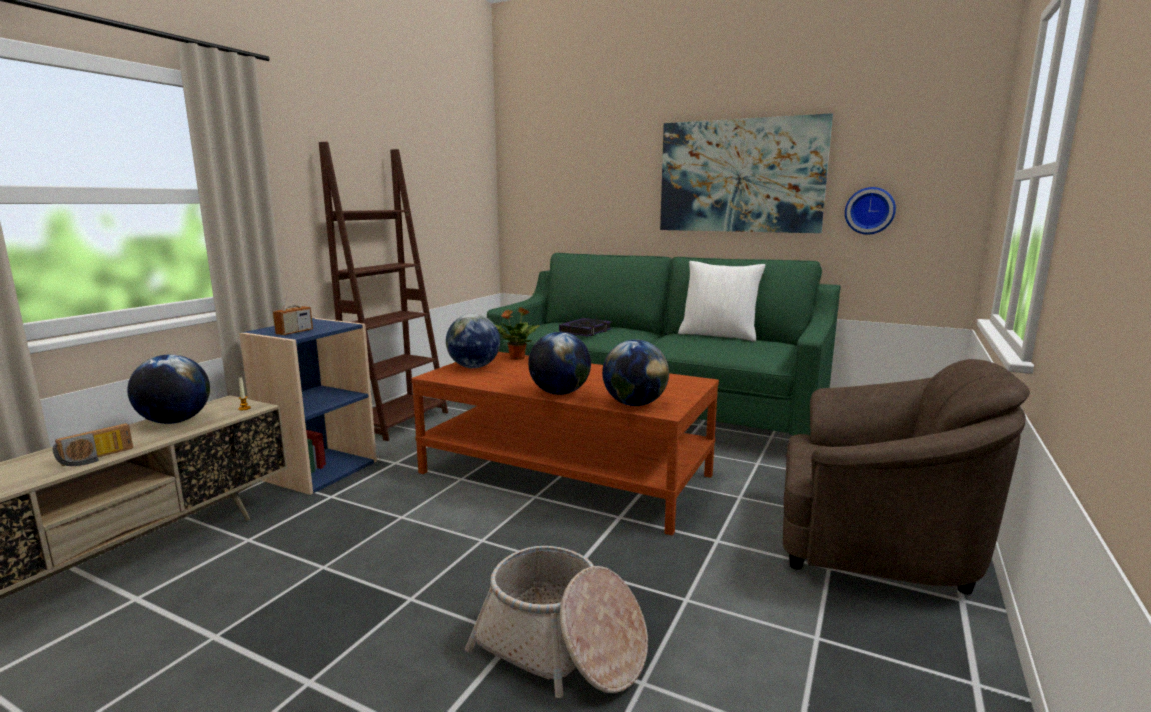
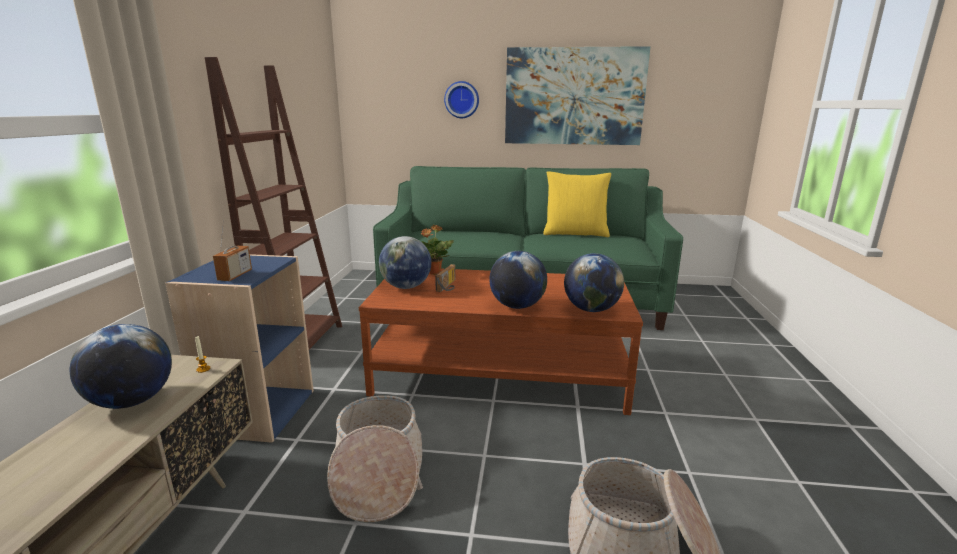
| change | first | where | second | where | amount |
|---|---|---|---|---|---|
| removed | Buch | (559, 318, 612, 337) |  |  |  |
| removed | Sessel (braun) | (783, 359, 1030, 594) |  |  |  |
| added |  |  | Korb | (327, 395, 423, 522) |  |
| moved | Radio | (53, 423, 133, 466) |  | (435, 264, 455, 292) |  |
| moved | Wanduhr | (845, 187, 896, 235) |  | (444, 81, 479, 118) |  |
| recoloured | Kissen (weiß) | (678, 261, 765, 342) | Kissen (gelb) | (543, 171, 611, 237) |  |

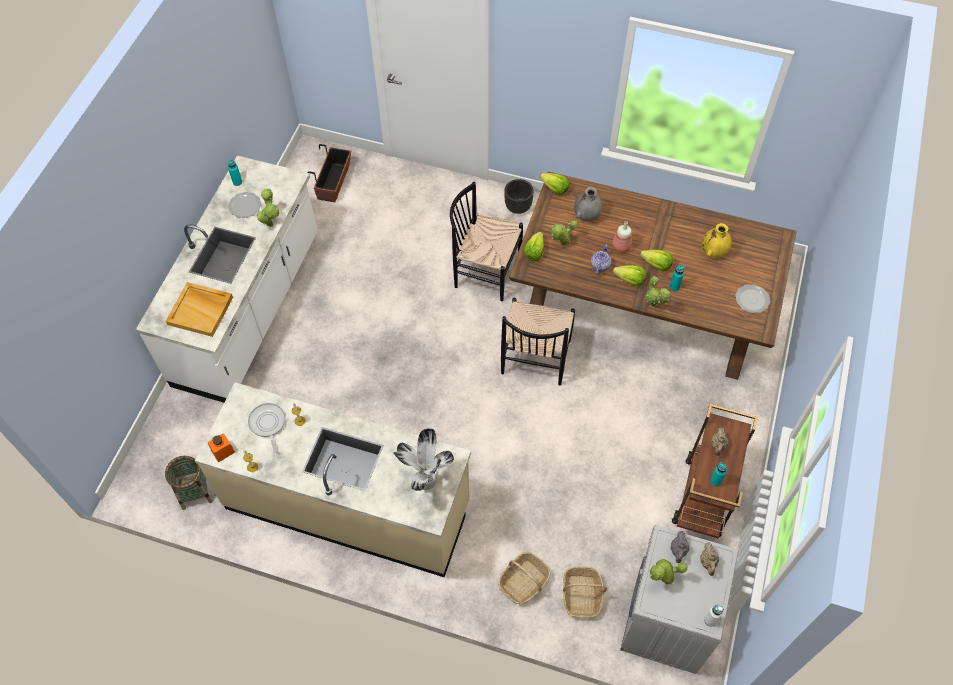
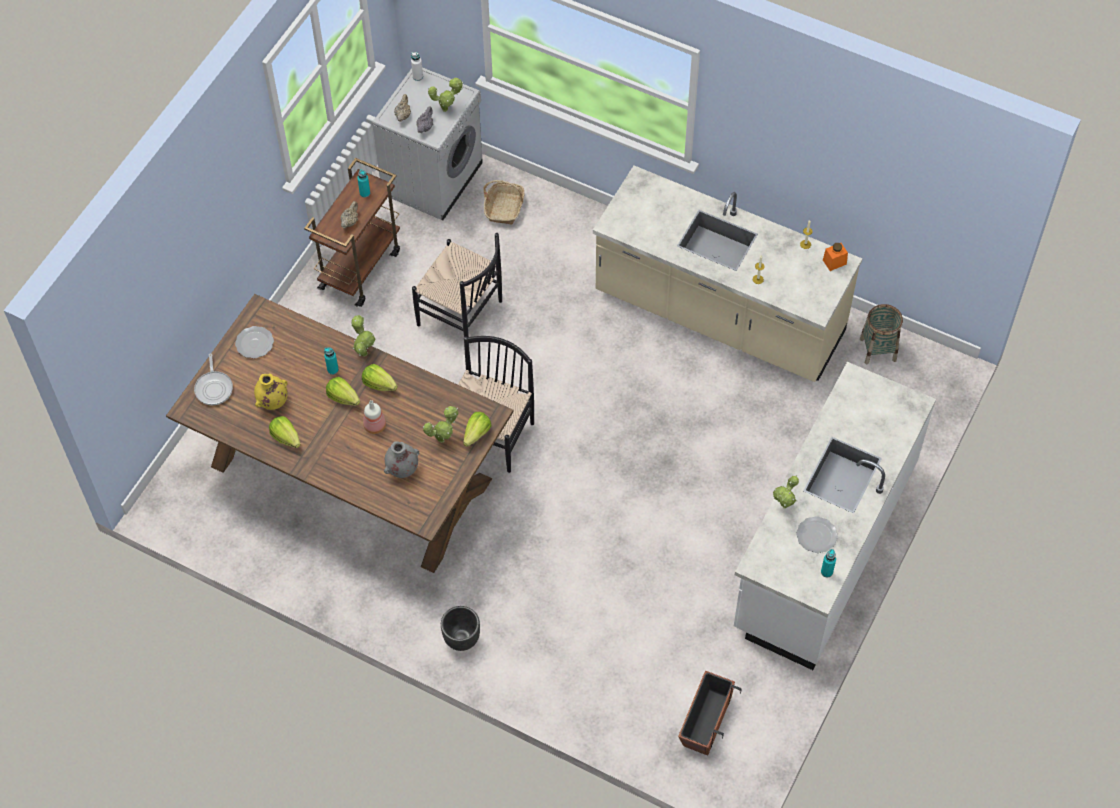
| change | first | where | second | where | amount |
|---|---|---|---|---|---|
| removed | Tablett (beige) | (166, 282, 233, 337) |  |  |  |
| removed | Topfpflanze | (393, 428, 454, 491) |  |  |  |
| removed | Korb | (498, 552, 551, 604) |  |  |  |
| removed | Teekanne | (591, 244, 612, 275) |  |  |  |
| moved | Pfanne | (248, 403, 285, 453) |  | (194, 353, 233, 405) |  |
| moved | Stuhl (schwarz) | (450, 182, 523, 302) |  | (412, 233, 502, 337) |  |
| moved | Salatkopf | (540, 173, 569, 195) |  | (269, 416, 300, 448) |  |

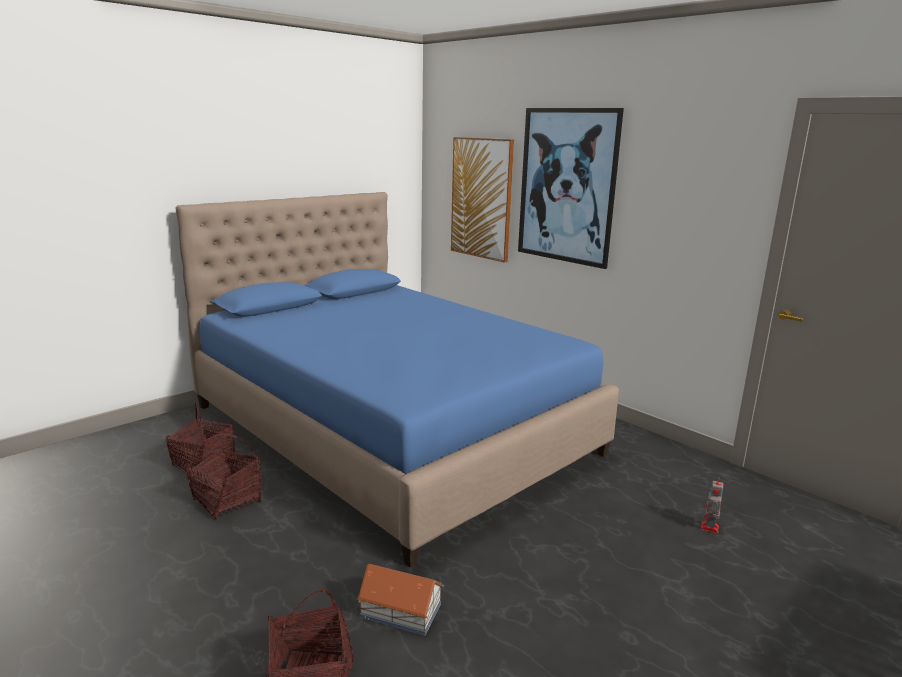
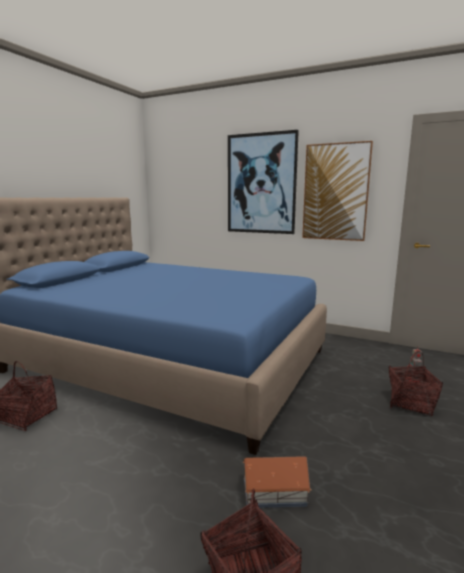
| change | first | where | second | where | amount |
|---|---|---|---|---|---|
| moved | Korb | (186, 434, 262, 519) |  | (388, 351, 443, 416) |  |
| moved | Bild | (451, 137, 514, 263) |  | (302, 141, 373, 241) |  |

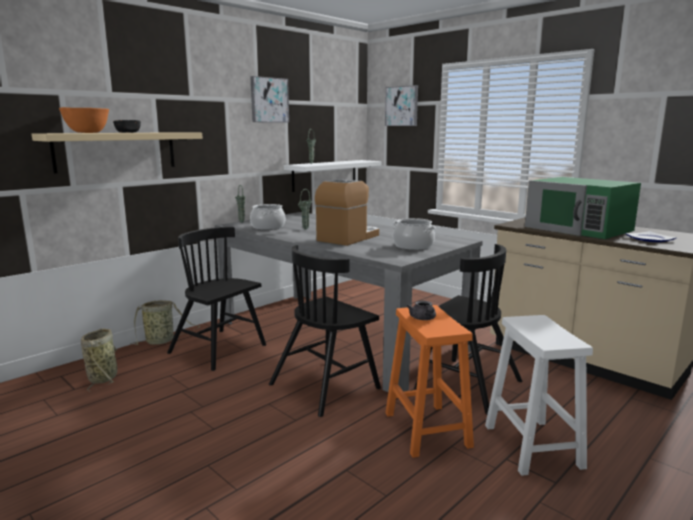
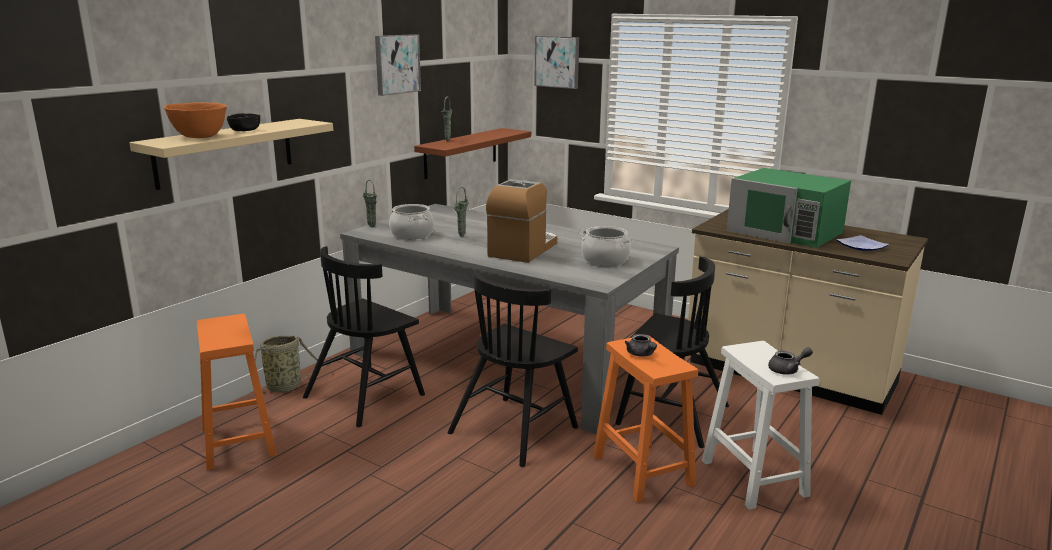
| change | first | where | second | where | amount |
|---|---|---|---|---|---|
| added |  |  | Teekanne (grau) | (768, 347, 813, 375) |  |
| replaced | Korb | (81, 328, 117, 392) | Hocker (orange) | (197, 314, 277, 470) |  |
| recoloured | Wandregal (weiß) | (284, 160, 382, 192) | Wandregal (braun) | (414, 128, 531, 179) |  |
| turned | Stuhl (schwarz) | (167, 227, 266, 371) |  | (303, 246, 425, 427) | 75 degrees counterclockwise |

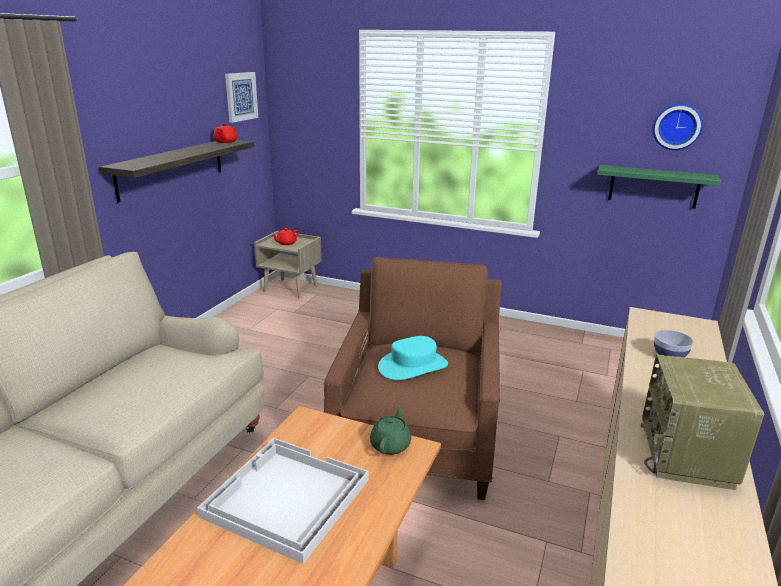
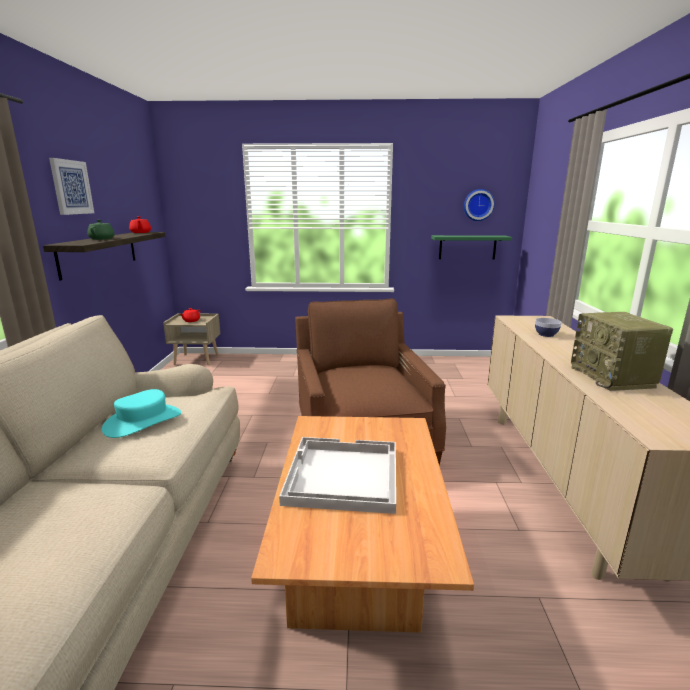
| change | first | where | second | where | amount |
|---|---|---|---|---|---|
| moved | Bild | (225, 72, 258, 123) |  | (49, 158, 94, 215) |  |
| moved | Teekanne (grün) | (370, 405, 411, 455) |  | (87, 220, 115, 240) |  |
| moved | Hut (türkis) | (378, 336, 448, 380) |  | (102, 389, 181, 438) |  |

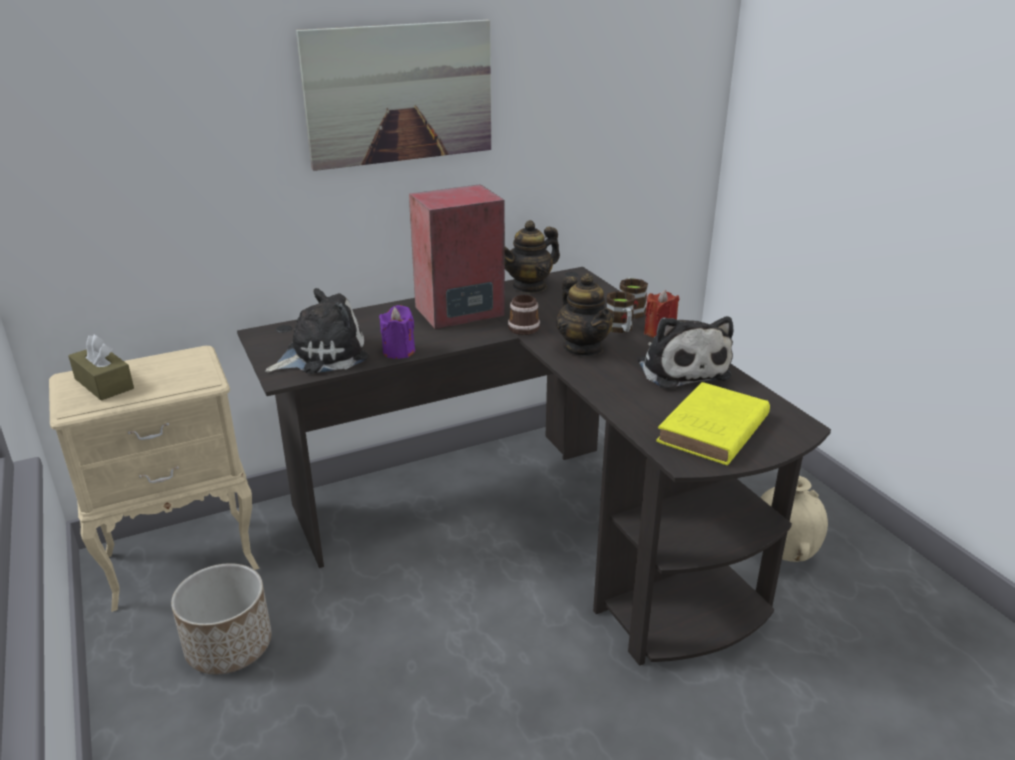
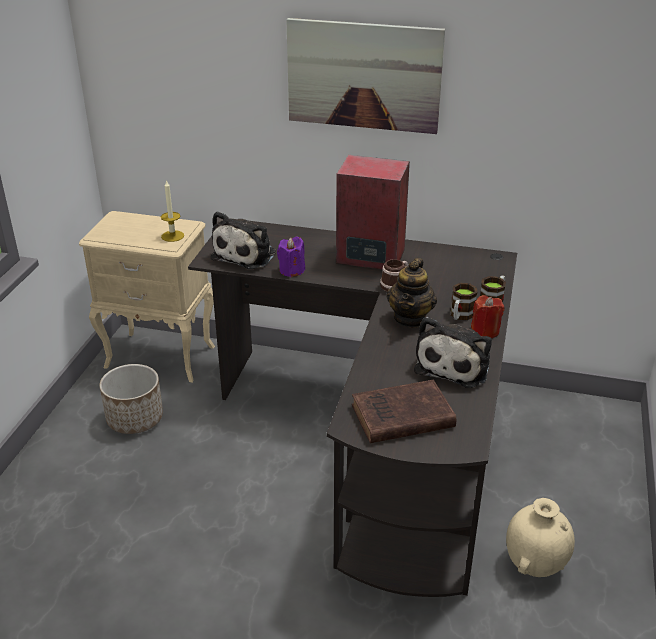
| change | first | where | second | where | amount |
|---|---|---|---|---|---|
| removed | Taschentuchbox (braun) | (69, 335, 134, 401) |  |  |  |
| removed | Teekanne | (505, 220, 560, 294) |  |  |  |
| added |  |  | Kerze | (161, 180, 184, 242) |  |
| recoloured | Buch (gelb) | (656, 382, 770, 465) | Buch (braun) | (352, 380, 456, 443) |  |
| turned | Plüschtier | (265, 288, 369, 374) |  | (211, 211, 276, 269) | 105 degrees clockwise |

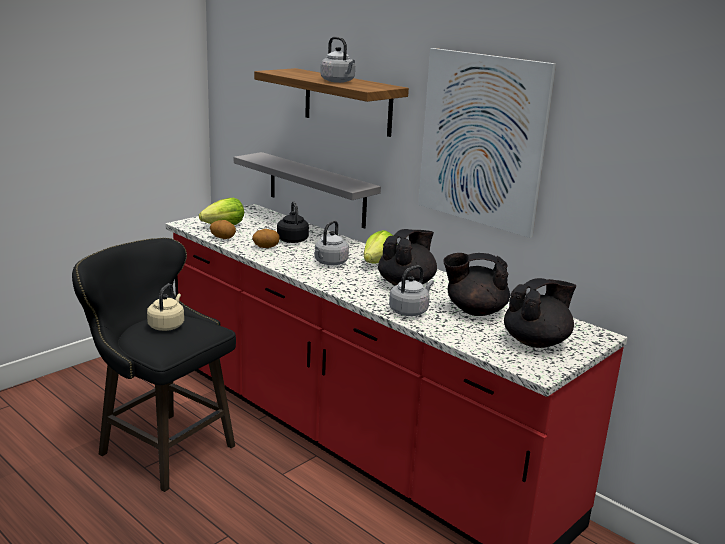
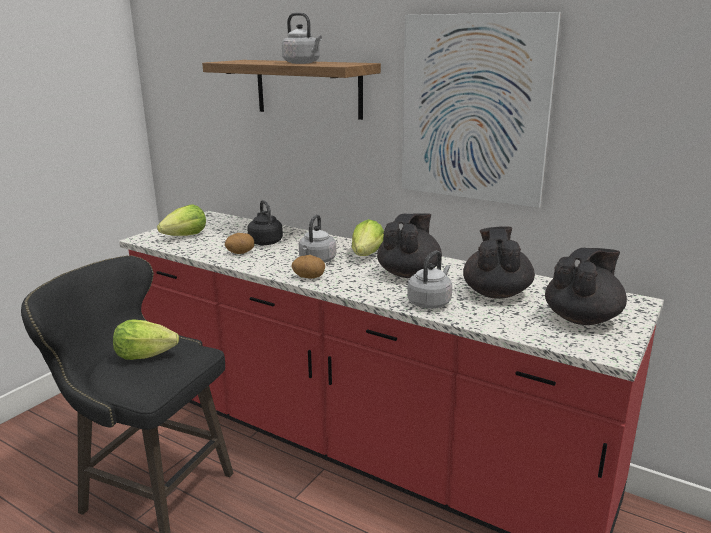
| change | first | where | second | where | amount |
|---|---|---|---|---|---|
| removed | Wandregal (grau) | (234, 152, 381, 229) |  |  |  |
| moved | Kartoffel | (210, 220, 236, 239) |  | (291, 255, 325, 279) |  |
| replaced | Wasserkessel (beige) | (147, 284, 184, 331) | Salatkopf | (113, 319, 179, 360) |  |
| turned | Teekanne (schwarz) | (444, 253, 510, 316) |  | (463, 226, 535, 299) | 105 degrees clockwise |

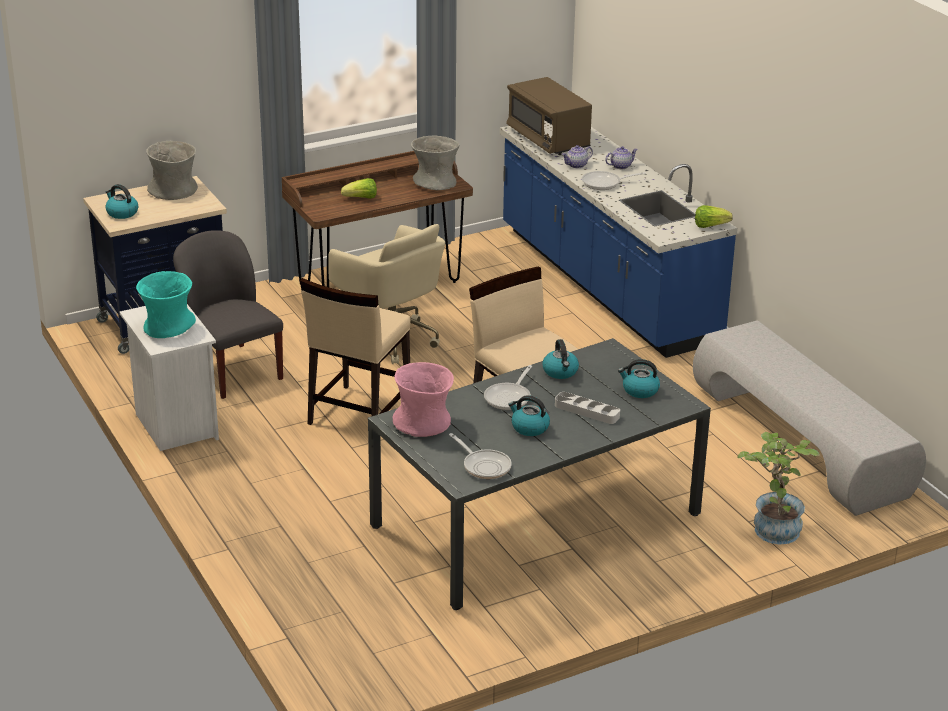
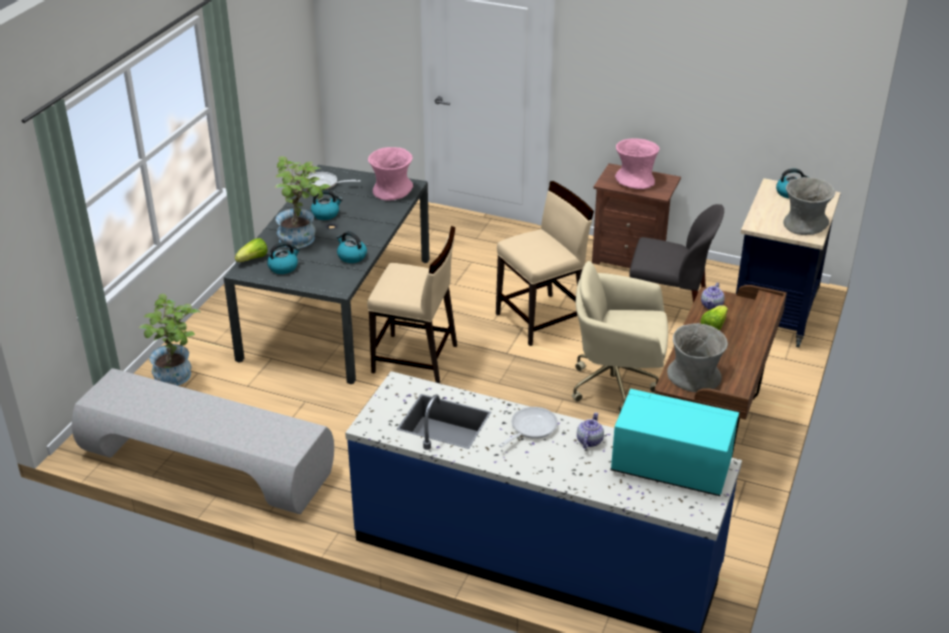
| change | first | where | second | where | amount |
|---|---|---|---|---|---|
| removed | Pfanne | (484, 365, 532, 410) |  |  |  |
| moved | Teekanne | (605, 146, 638, 169) |  | (701, 283, 725, 310) |  |
| moved | Salatkopf | (695, 205, 733, 228) |  | (235, 238, 268, 262) |  |
| replaced | Tablett (grau) | (555, 392, 620, 424) | Topfpflanze | (275, 156, 330, 248) |  |
| recoloured | Nachttisch (weiß) | (119, 304, 219, 451) | Nachttisch (braun) | (592, 163, 681, 268) |  |
| recoloured | Vase (türkis) | (136, 271, 196, 338) | Vase (rosa) | (615, 138, 659, 189) |  |
| recoloured | Mikrowelle (braun) | (507, 77, 592, 155) | Mikrowelle (türkis) | (610, 389, 739, 496) |  |
| turned | Stuhl (beige) | (300, 278, 411, 425) |  | (496, 181, 594, 346) | 75 degrees clockwise |

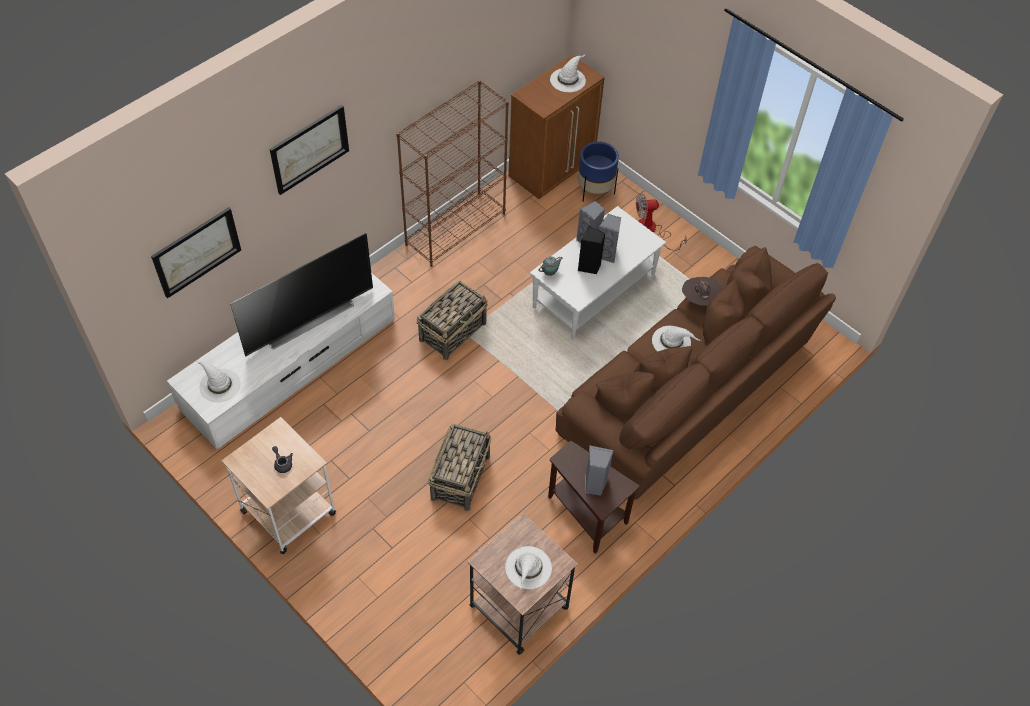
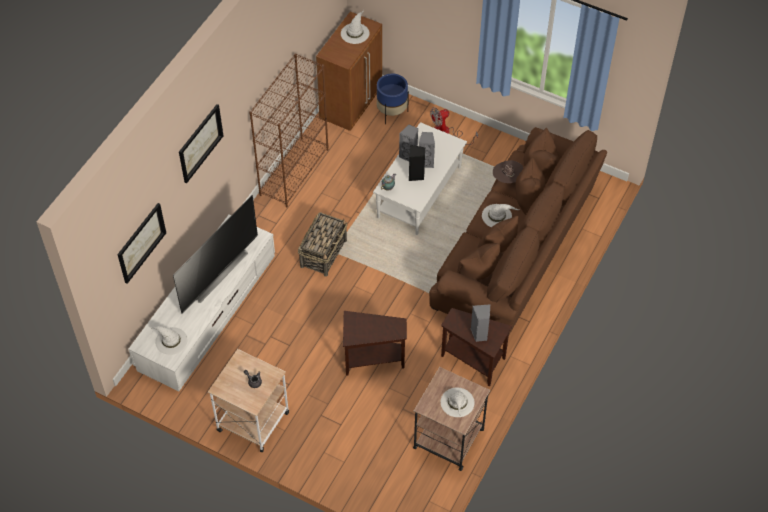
| change | first | where | second | where | amount |
|---|---|---|---|---|---|
| replaced | Korb | (428, 424, 491, 511) | Beistelltisch (braun) | (343, 311, 407, 376) |  |

